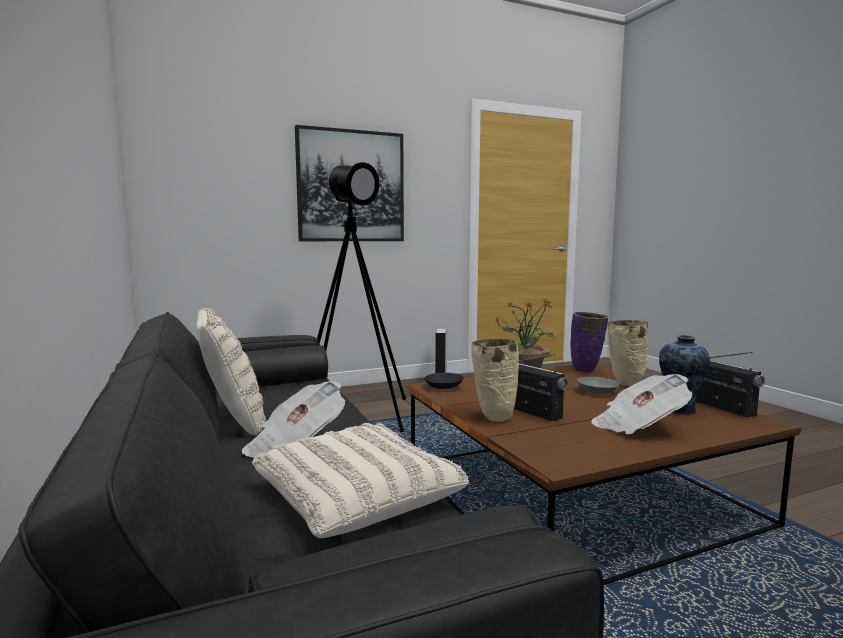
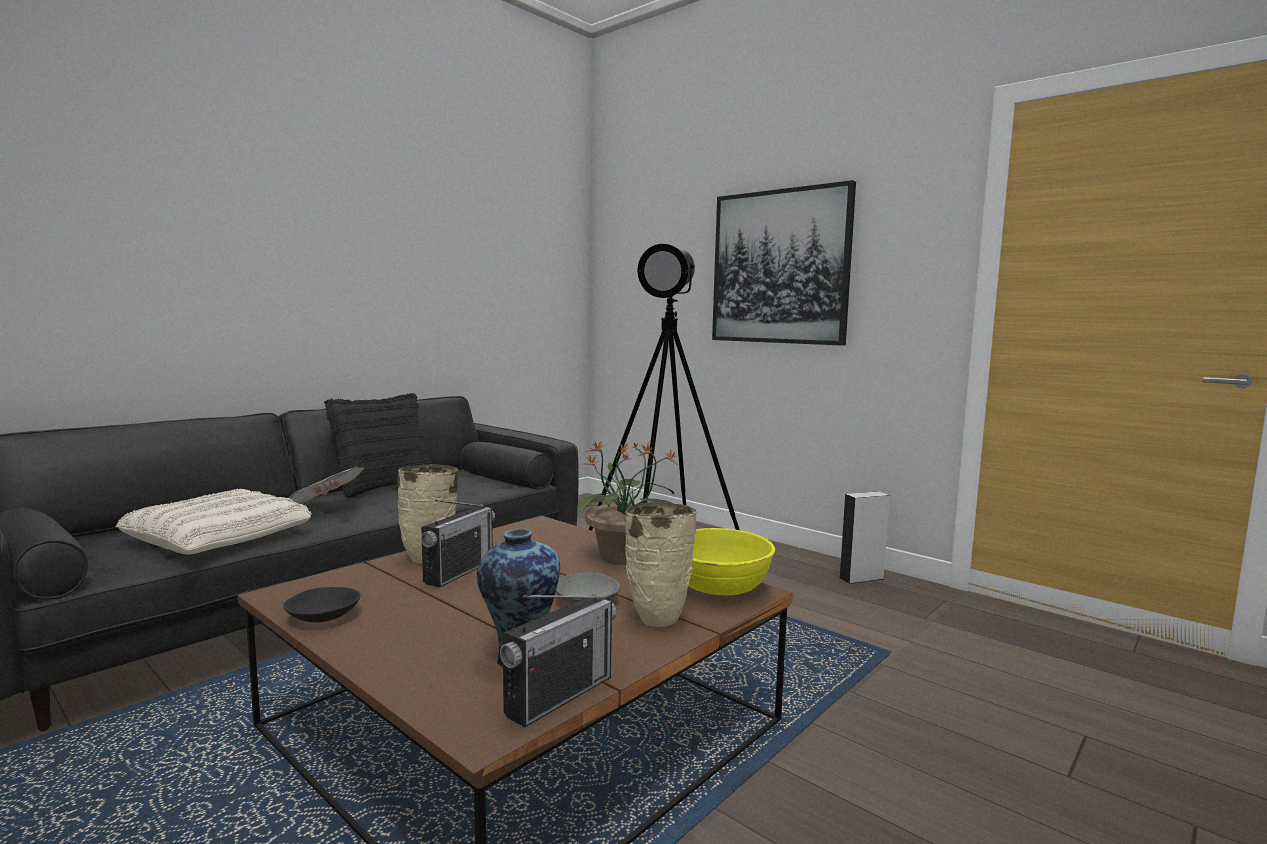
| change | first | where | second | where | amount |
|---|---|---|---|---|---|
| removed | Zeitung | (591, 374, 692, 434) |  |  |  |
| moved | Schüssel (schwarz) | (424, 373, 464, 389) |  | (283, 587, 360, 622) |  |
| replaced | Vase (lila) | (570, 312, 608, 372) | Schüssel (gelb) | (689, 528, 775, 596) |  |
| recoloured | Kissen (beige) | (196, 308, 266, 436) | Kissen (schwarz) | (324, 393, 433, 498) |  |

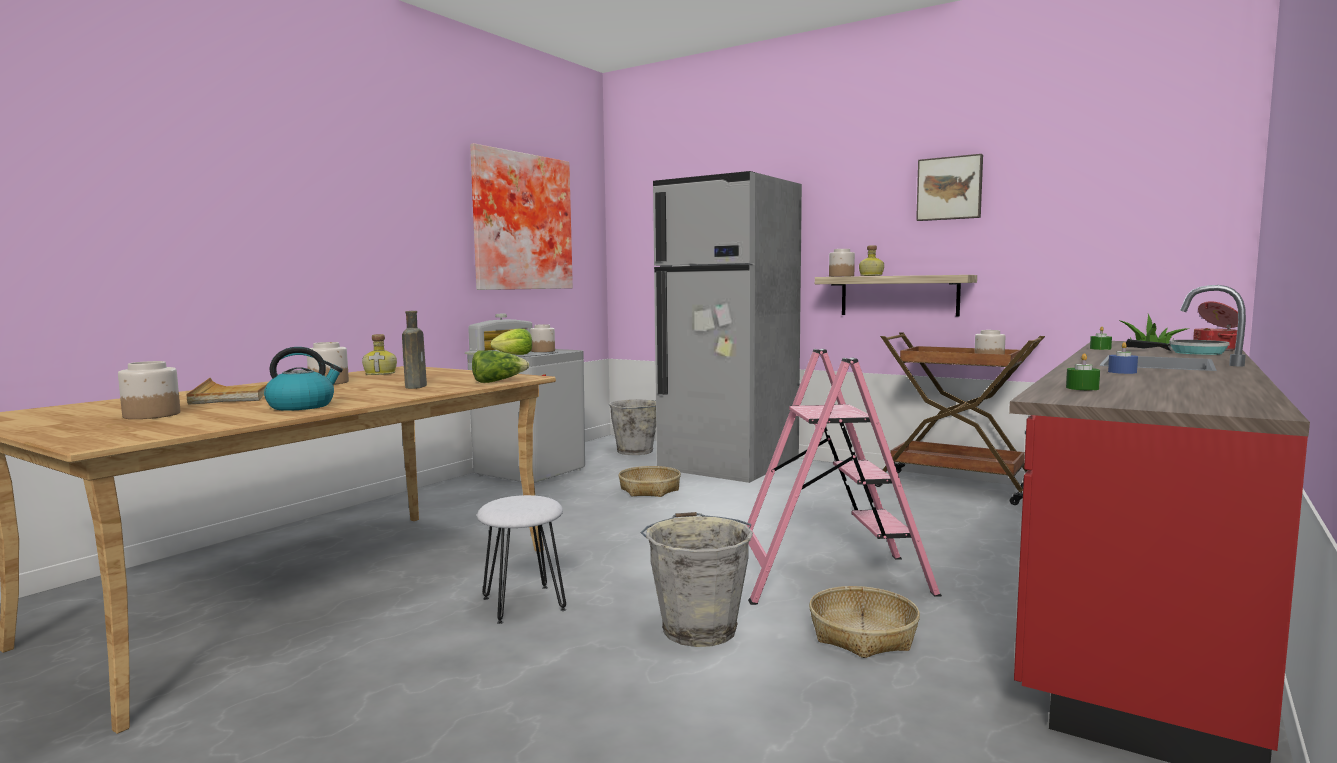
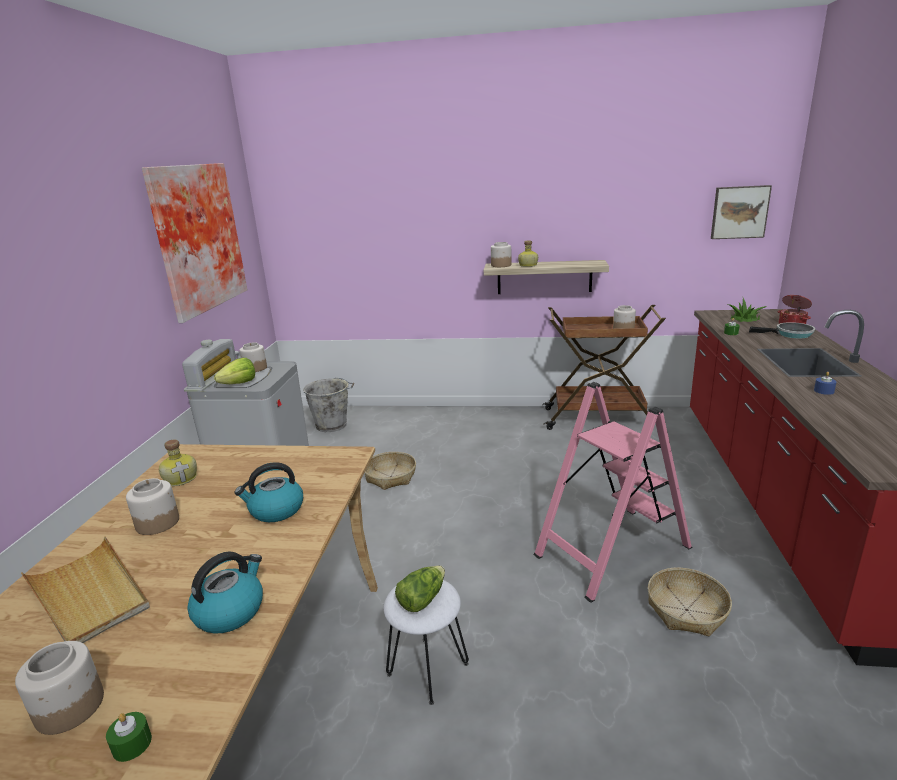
| change | first | where | second | where | amount |
|---|---|---|---|---|---|
| removed | Eimer (grau) | (640, 512, 753, 647) |  |  |  |
| removed | Kühlschrank (grau) | (653, 171, 802, 483) |  |  |  |
| moved | Salatkopf | (472, 351, 529, 383) |  | (395, 565, 445, 612) |  |
| moved | Bild | (916, 154, 983, 221) |  | (711, 185, 772, 239) |  |
| moved | Kerze (grün) | (1066, 353, 1100, 390) |  | (106, 712, 152, 762) |  |
| replaced | Flasche (braun) | (402, 311, 427, 389) | Wasserkessel | (235, 462, 303, 522) |  |

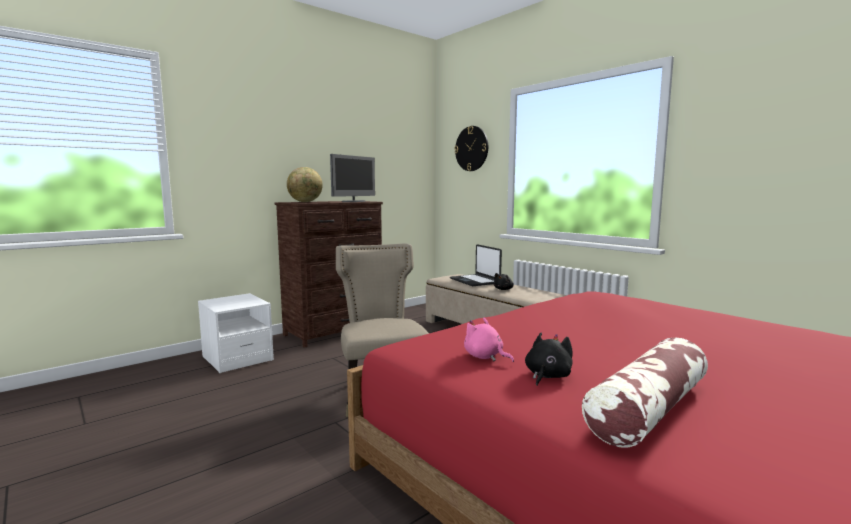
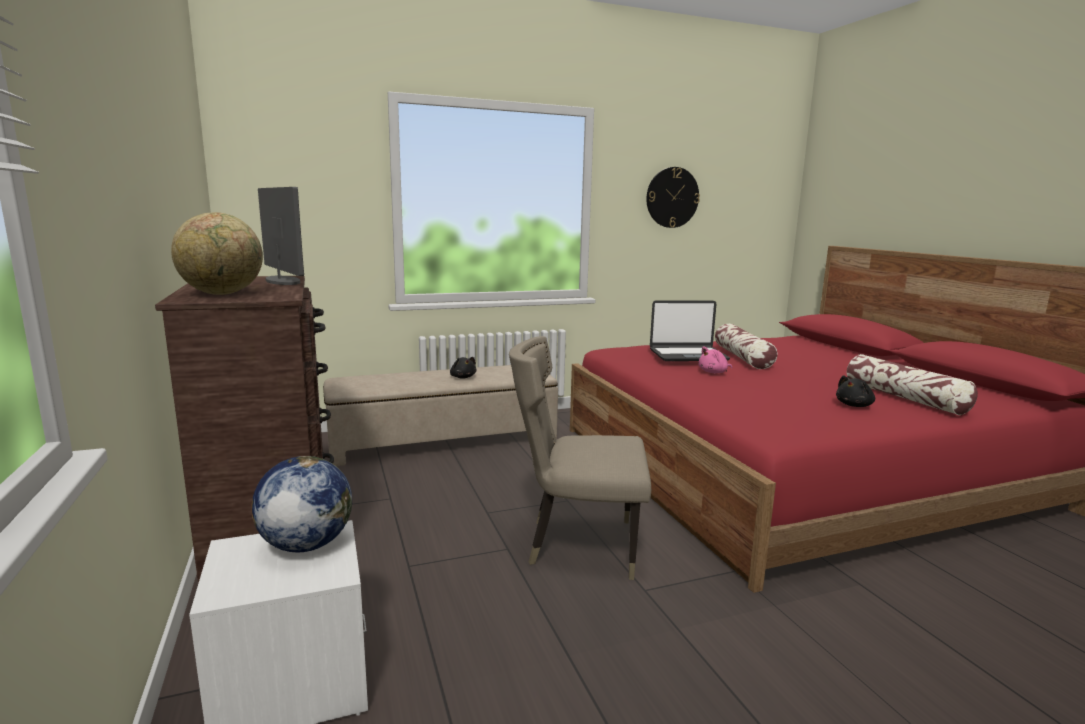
| change | first | where | second | where | amount |
|---|---|---|---|---|---|
| added |  |  | Globus | (251, 456, 352, 553) |  |
| added |  |  | Kissen | (715, 324, 778, 369) |  |
| moved | Laptop | (450, 244, 502, 286) |  | (650, 300, 730, 361) |  |
| moved | Wanduhr | (454, 126, 488, 171) |  | (646, 167, 700, 228) |  |
| moved | Plüschtier (rosa) | (464, 318, 514, 362) |  | (698, 346, 732, 373) |  |
| turned | Plüschtier (schwarz) | (525, 332, 573, 386) |  | (836, 376, 875, 407) | 90 degrees counterclockwise |

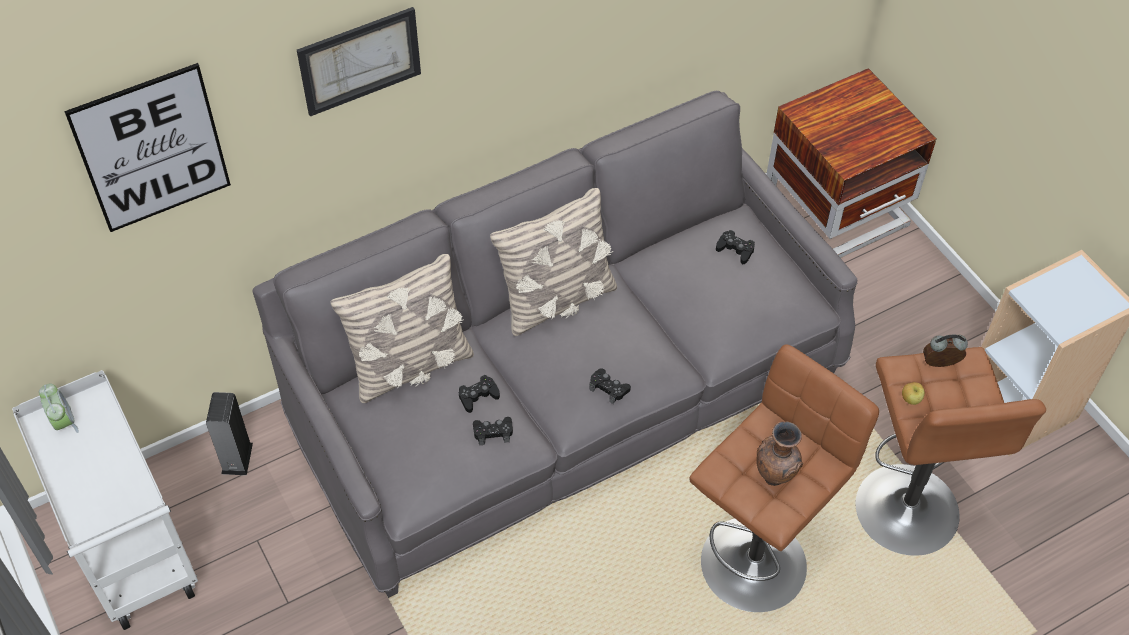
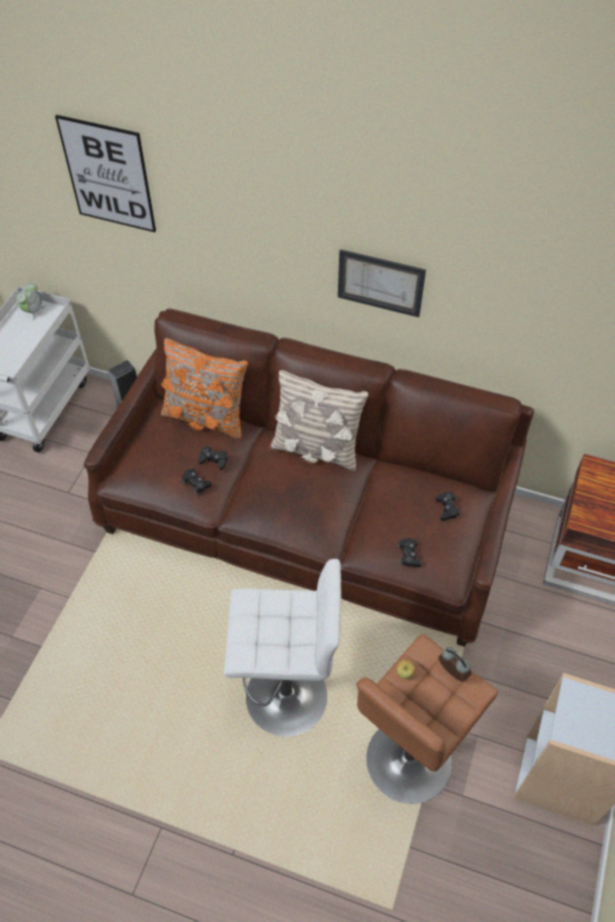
| change | first | where | second | where | amount |
|---|---|---|---|---|---|
| removed | Vase (braun) | (756, 421, 803, 486) |  |  |  |
| moved | Bild | (297, 7, 421, 117) |  | (338, 249, 426, 317) |  |
| moved | Gamepad (schwarz) | (589, 368, 631, 404) |  | (398, 538, 421, 567) |  |
| recoloured | Sofa (grau) | (253, 91, 857, 598) | Sofa (braun) | (84, 309, 534, 646) |  |
| recoloured | Kissen (beige) | (331, 254, 474, 403) | Kissen (orange) | (161, 338, 248, 439) |  |
| recoloured | Hocker (braun) | (689, 344, 879, 612) | Hocker (weiß) | (224, 559, 341, 737) |  |

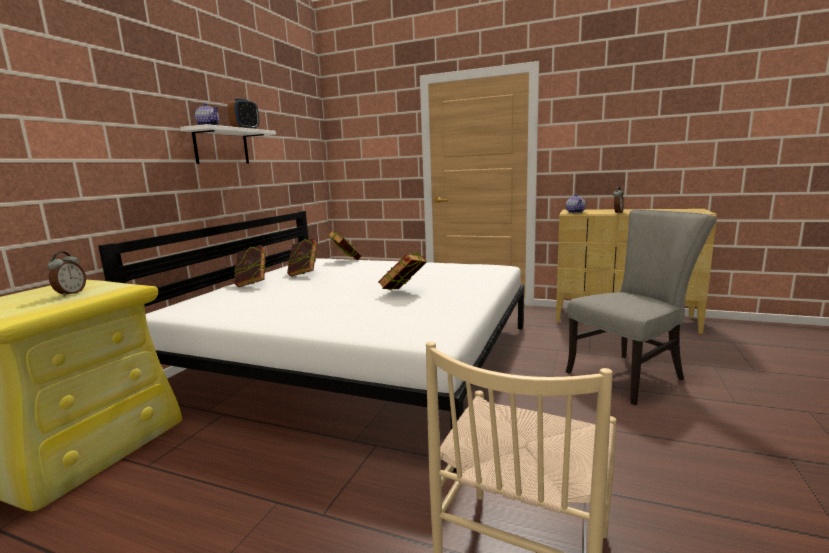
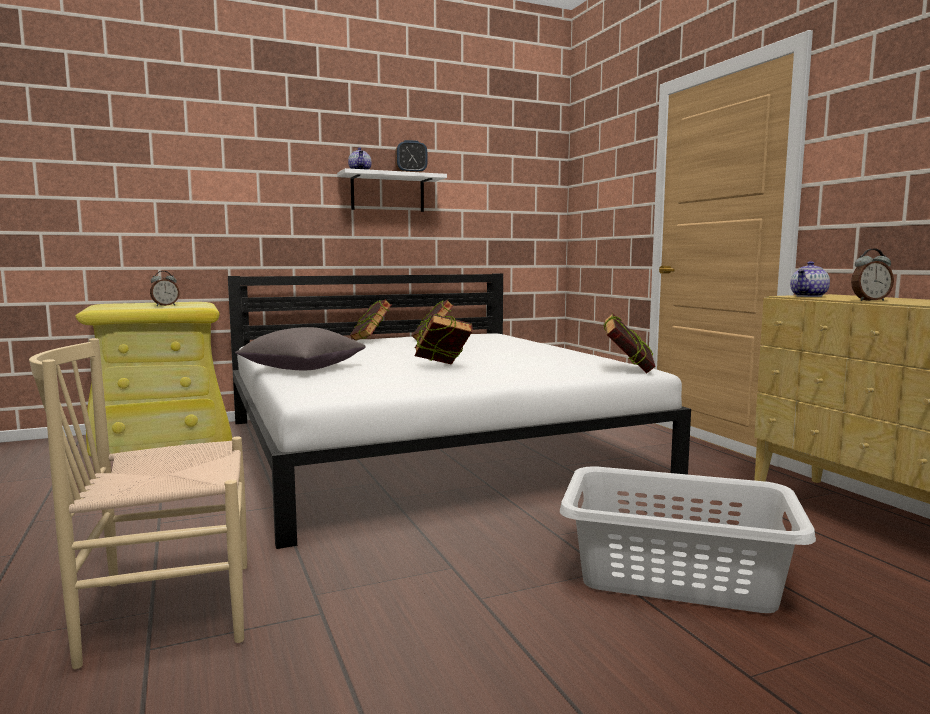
| change | first | where | second | where | amount |
|---|---|---|---|---|---|
| added |  |  | Kissen (grau) | (235, 327, 366, 370) |  |
| moved | Buch | (328, 231, 361, 261) |  | (604, 313, 655, 373) |  |
| replaced | Stuhl (grau) | (566, 209, 717, 405) | Wäschekorb (grau) | (560, 466, 816, 613) |  |

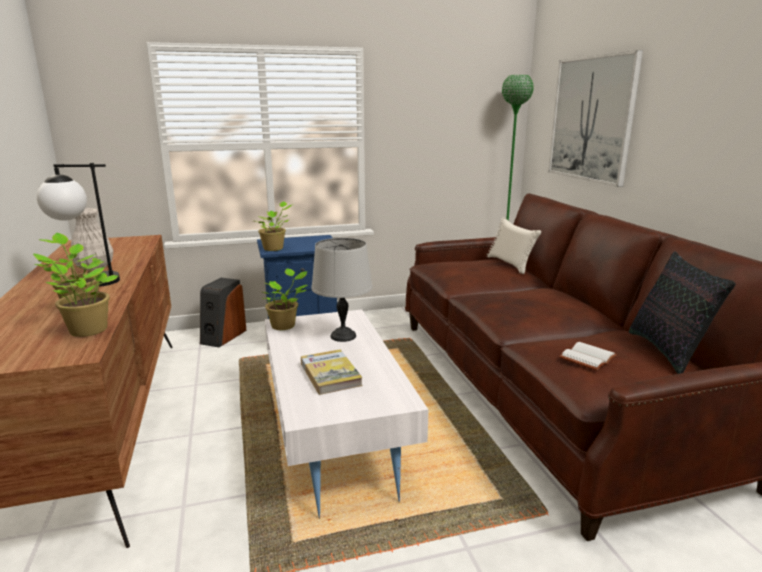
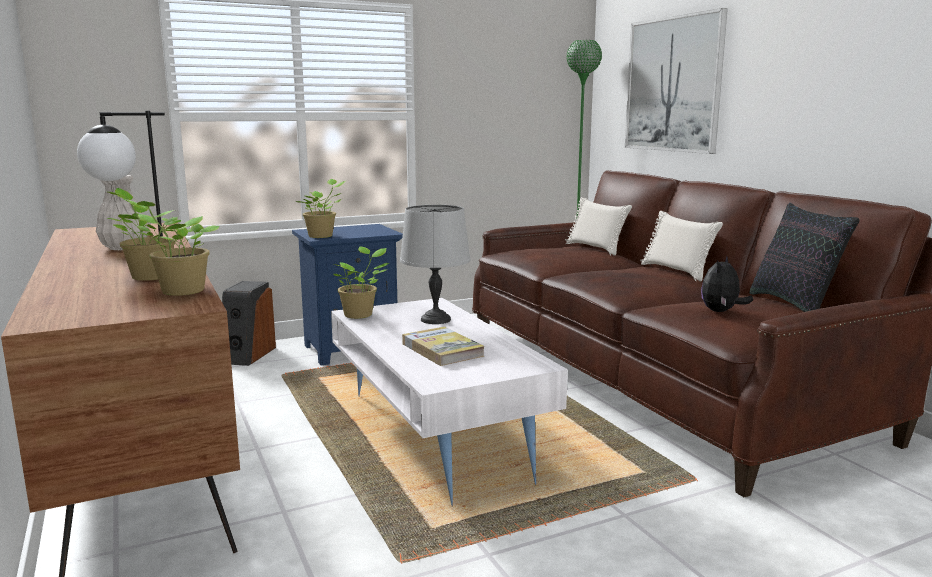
| change | first | where | second | where | amount |
|---|---|---|---|---|---|
| added |  |  | Kissen (weiß) | (640, 211, 723, 281) |  |
| replaced | Buch (weiß) | (559, 342, 617, 371) | Plüschtier | (701, 255, 753, 312) |  |

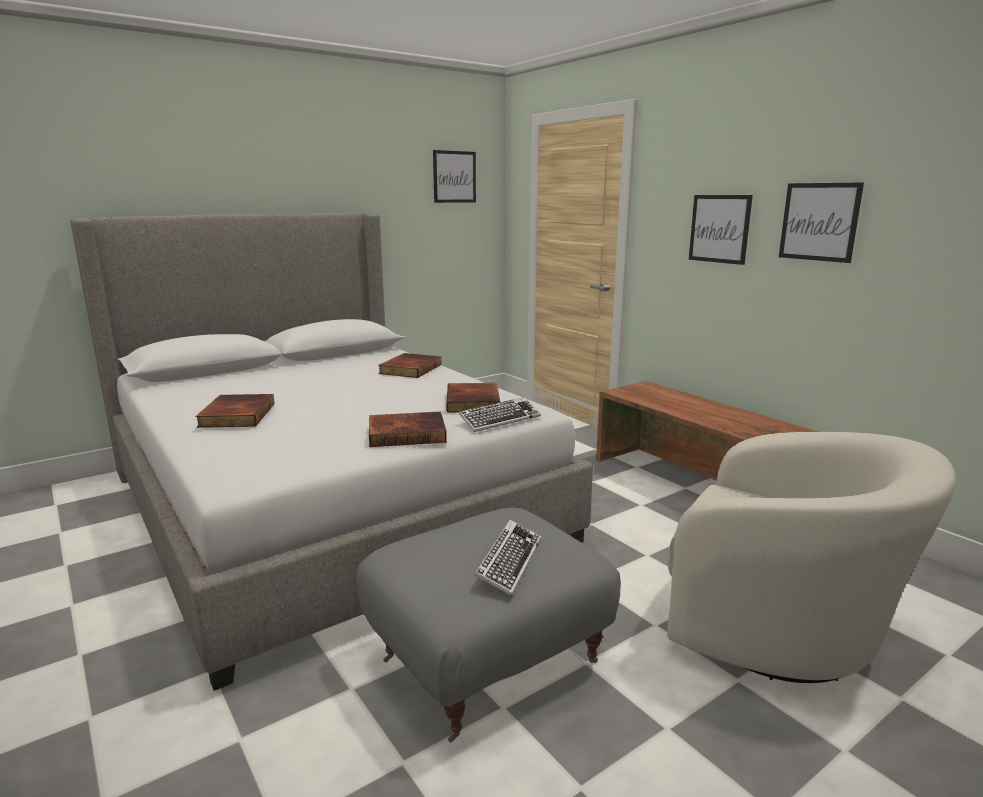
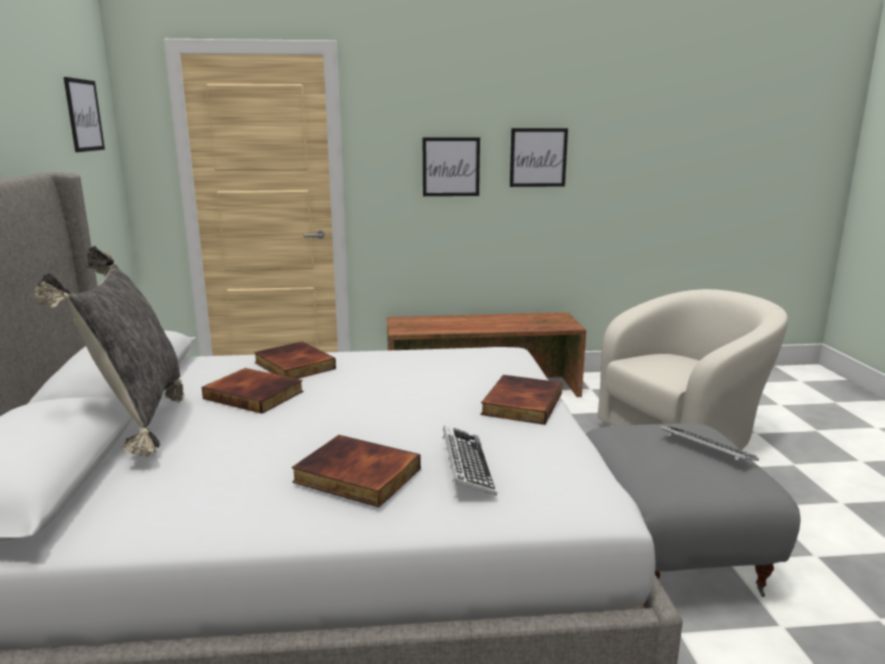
| change | first | where | second | where | amount |
|---|---|---|---|---|---|
| added |  |  | Kissen | (34, 246, 185, 456) |  |
| moved | Buch | (446, 383, 500, 412) |  | (202, 368, 304, 414) |  |
| moved | Tastatur | (459, 397, 541, 432) |  | (443, 425, 497, 496) |  |

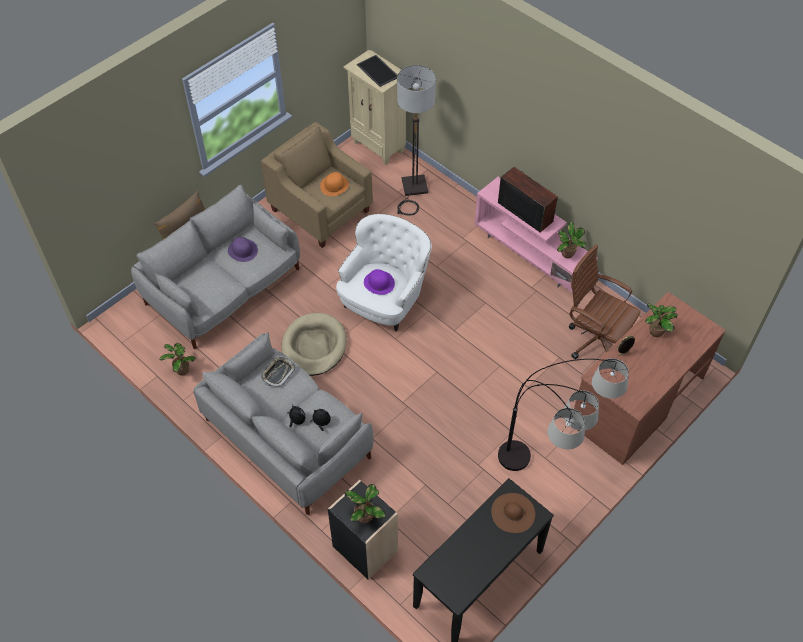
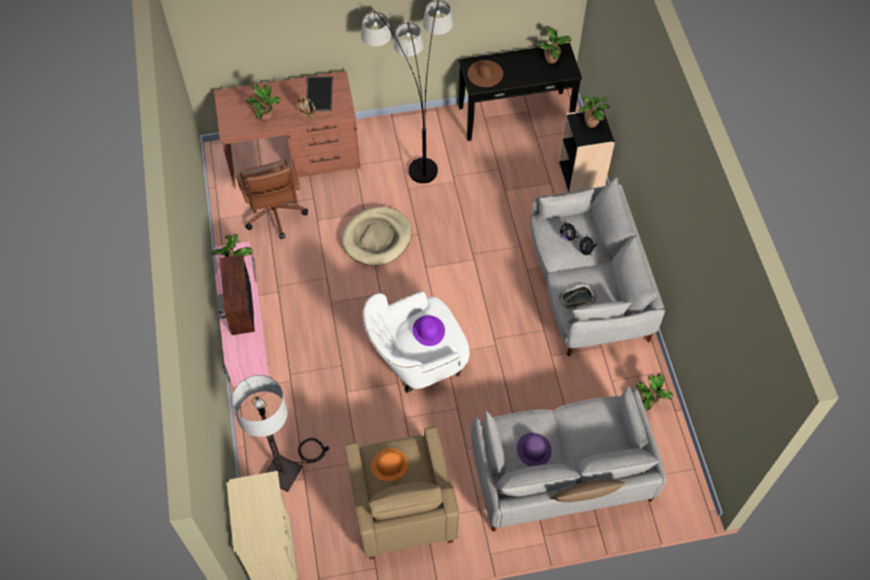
| change | first | where | second | where | amount |
|---|---|---|---|---|---|
| added |  |  | Topfpflanze | (537, 28, 571, 64) |  |
| moved | Hundebett (beige) | (282, 313, 347, 376) |  | (341, 207, 412, 266) |  |
| moved | Tablett | (357, 55, 398, 87) |  | (306, 76, 333, 111) |  |

